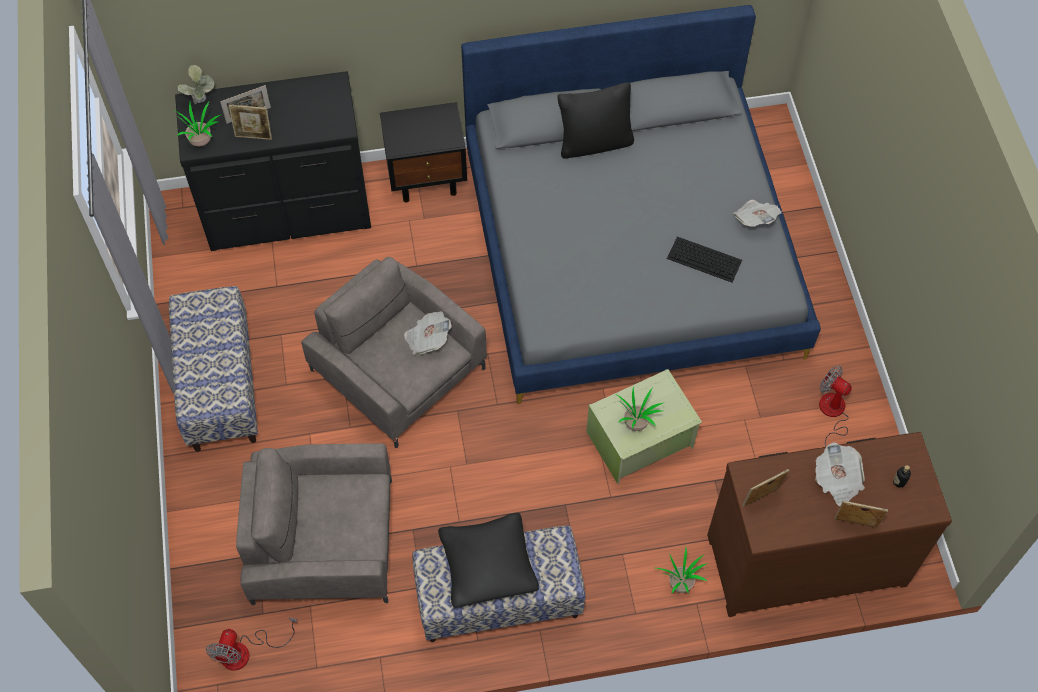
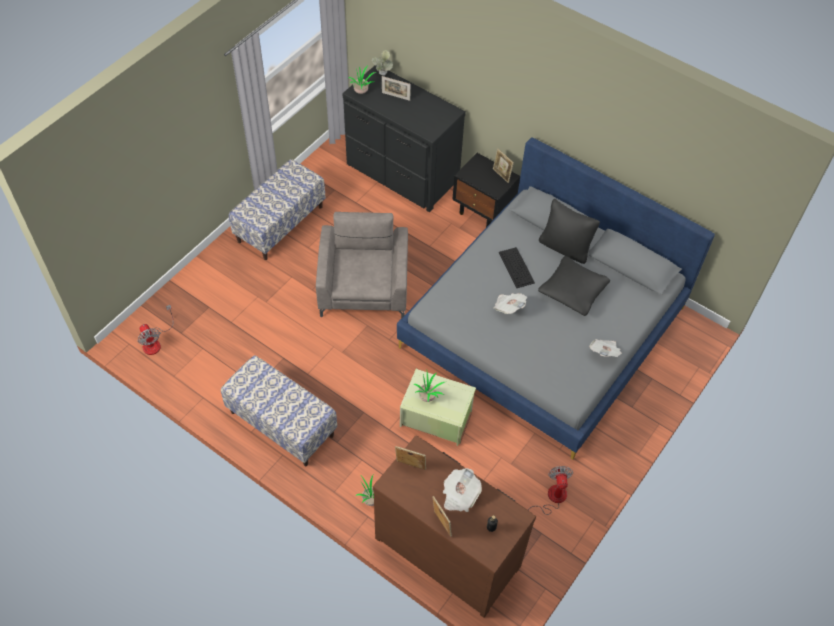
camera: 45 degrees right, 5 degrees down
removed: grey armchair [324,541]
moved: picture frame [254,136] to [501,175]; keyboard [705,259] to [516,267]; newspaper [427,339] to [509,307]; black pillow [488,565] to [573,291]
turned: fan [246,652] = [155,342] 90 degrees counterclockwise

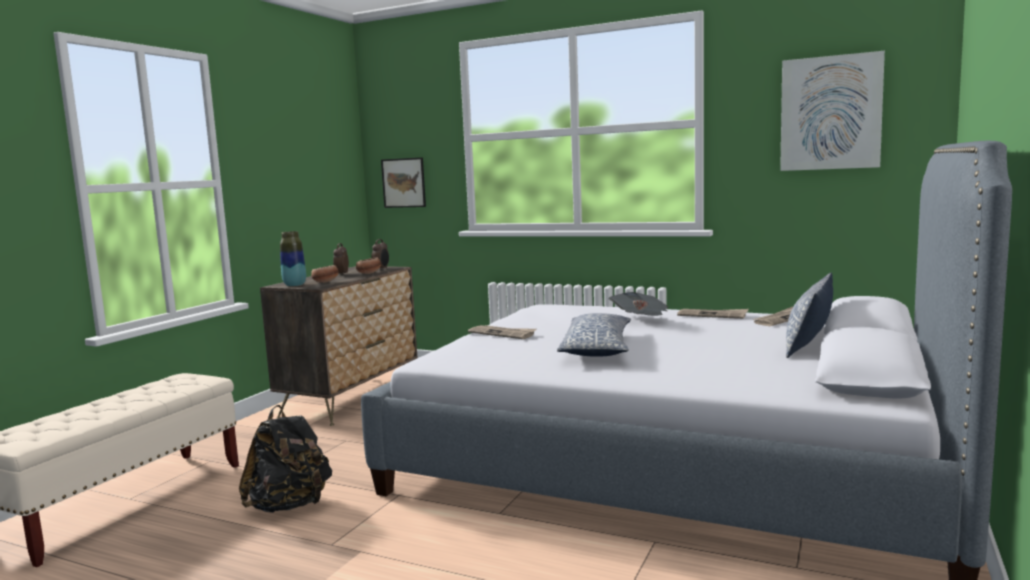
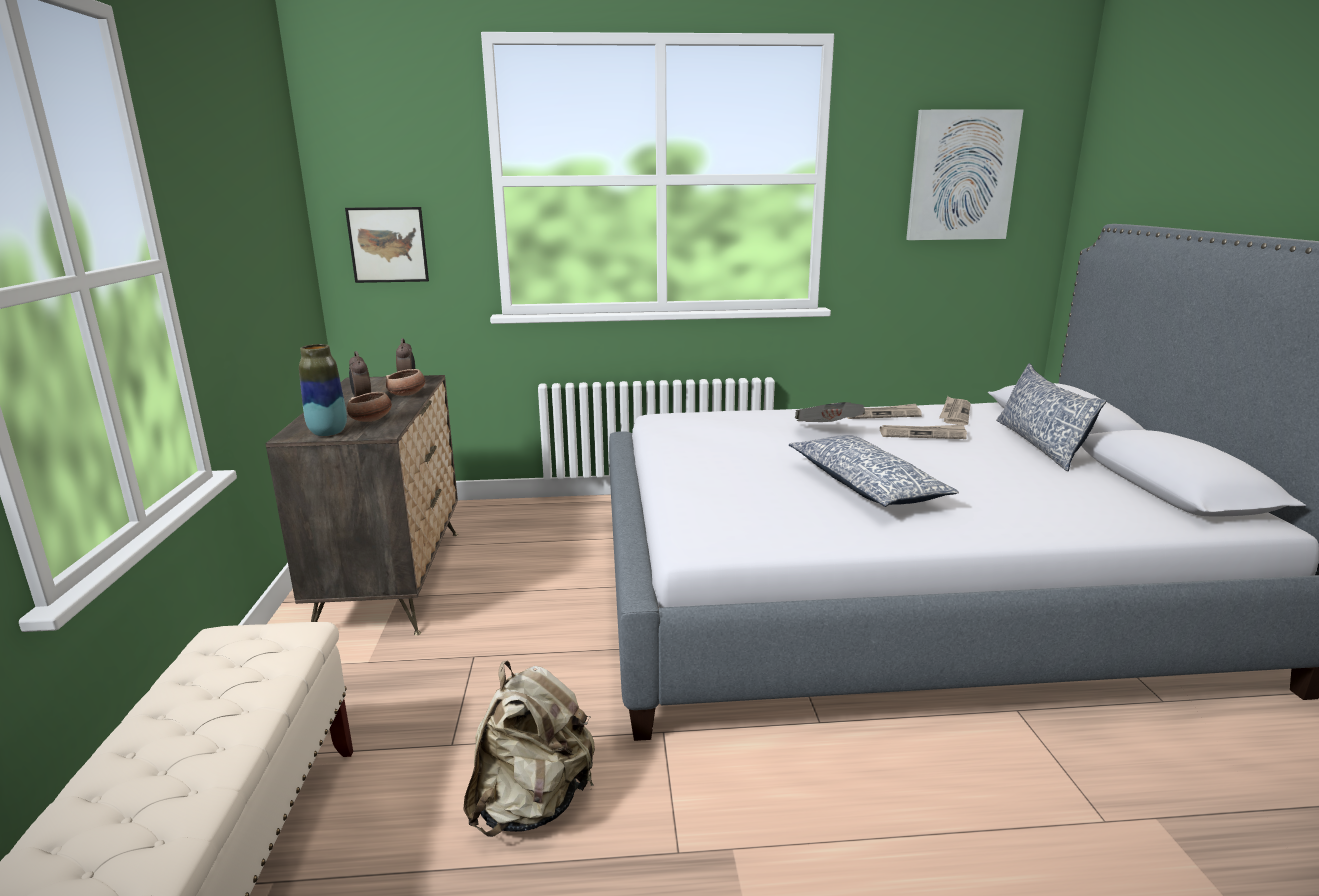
camera: 30 degrees left, 10 degrees up
moved: newspaper [502,334] to [923,434]
recoloured: black backpack [290,506] to beige backpack [532,803]

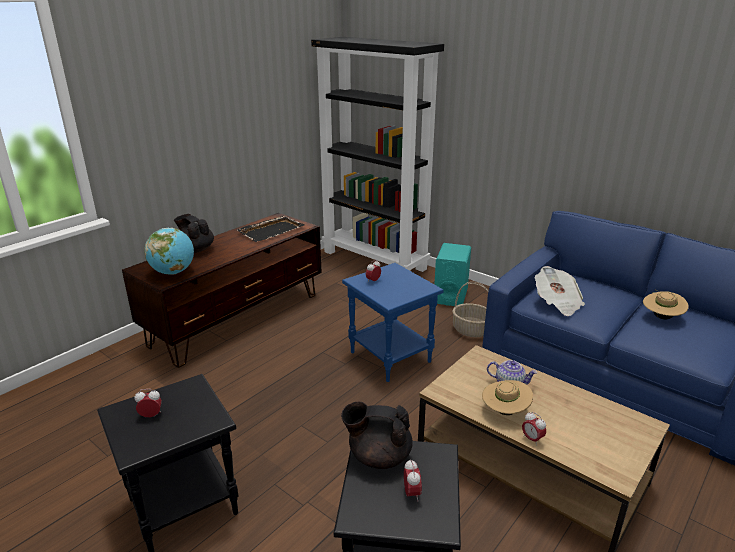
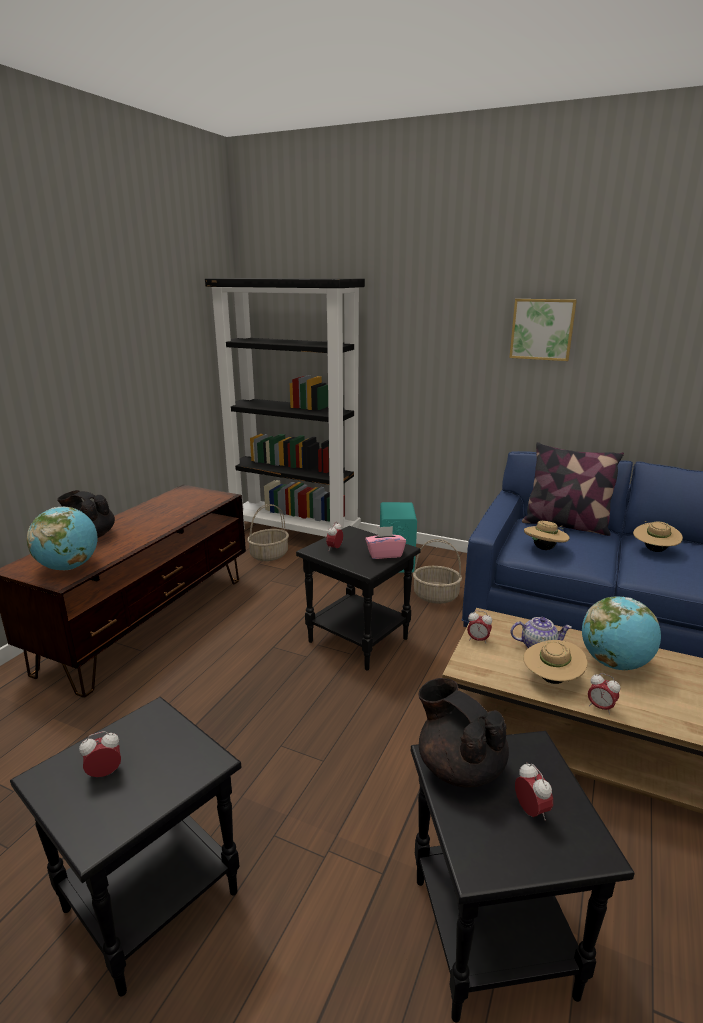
camera: 15 degrees left, 5 degrees down
removed: black tray [271,230]
added: picture [542,329]; pillow [565,525]; basket [269,555]; pink tissue box [384,554]; globe [614,663]; alarm clock [478,640]
replaced: newspaper [557,303] to beige hat [544,549]
recoloured: blue side table [392,357] to black side table [360,640]
turned: black teapot [378,456] = [459,766] 60 degrees clockwise

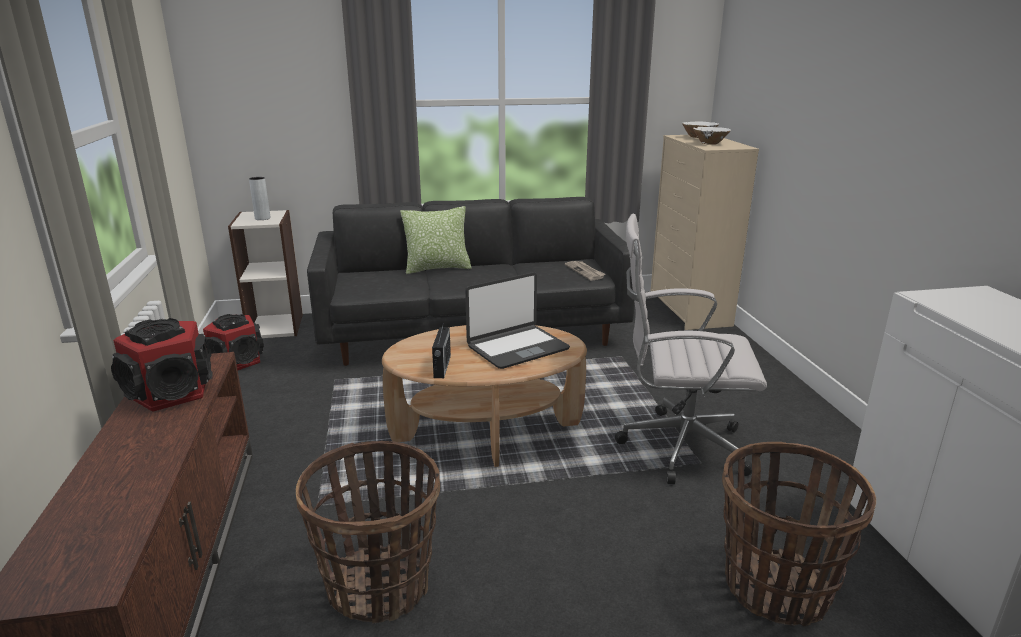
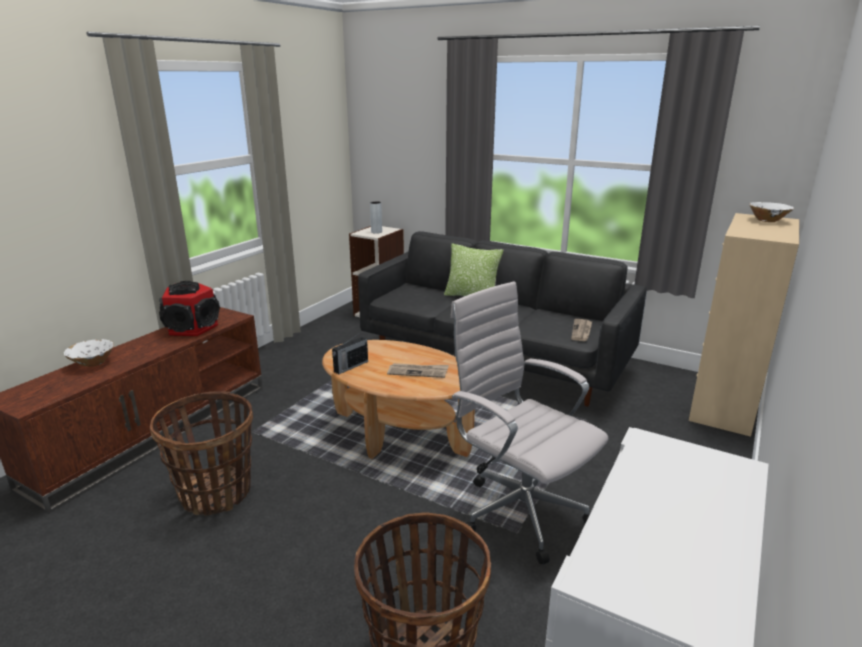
camera: 40 degrees right, 0 degrees up
removed: speaker [237,361]
moved: white bowl [710,143] to [93,363]
replaced: laptop [517,348] to newspaper [418,372]

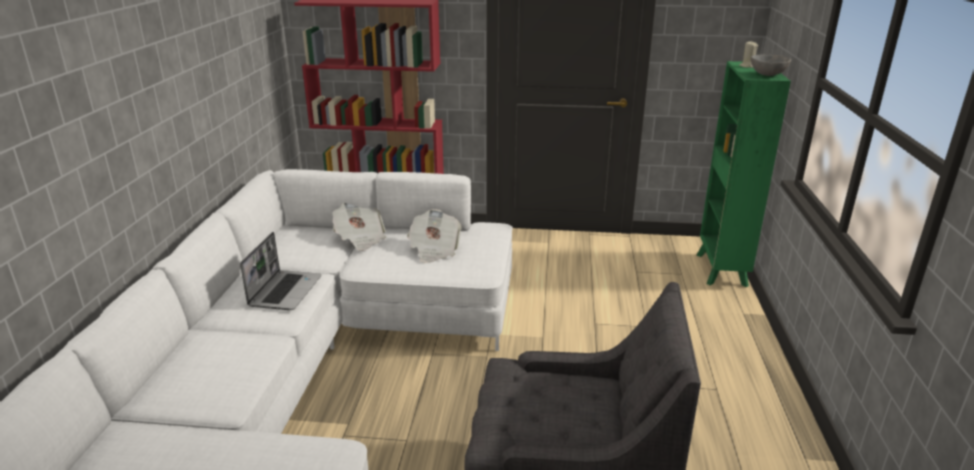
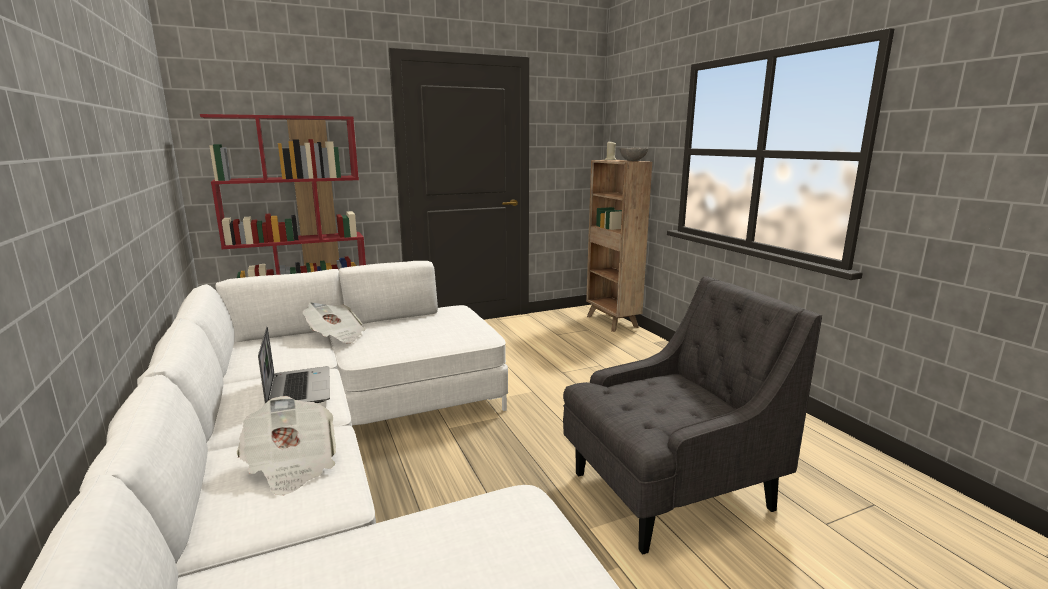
camera: 30 degrees left, 10 degrees down
moved: newspaper [434,250] to [291,465]
recoloured: green bookcase [721,270] to brown bookcase [612,322]

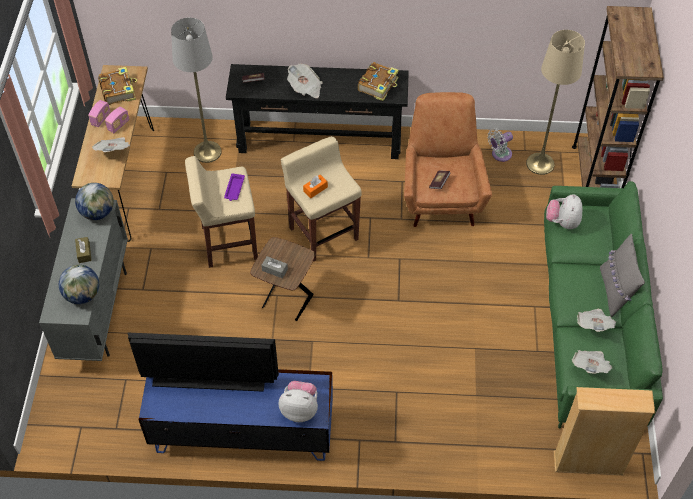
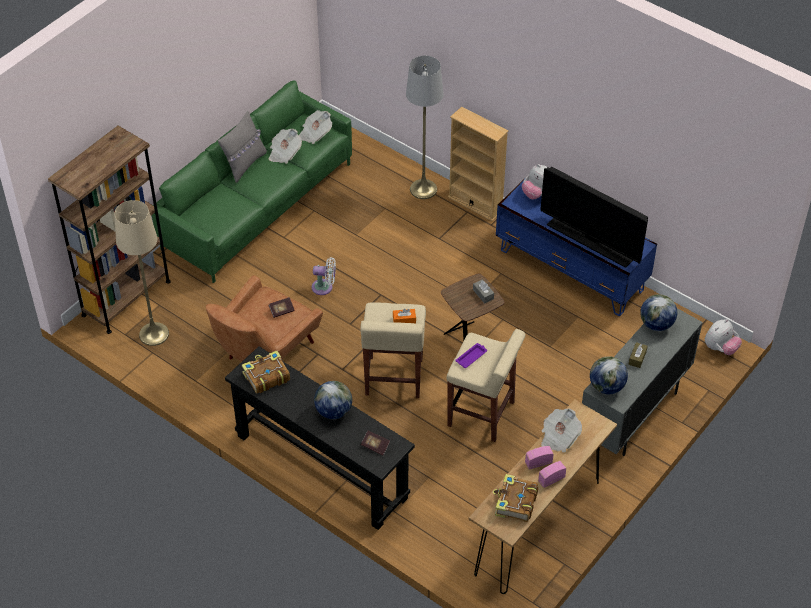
camera: 145 degrees left, 5 degrees down
moved: grey floor lamp [207,152] to [423,189]; white fan [499,155] to [324,287]; plush toy [562,222] to [720,348]; beige bookcase [588,463] to [475,204]
replaced: newspaper [305,88] to globe [333,411]

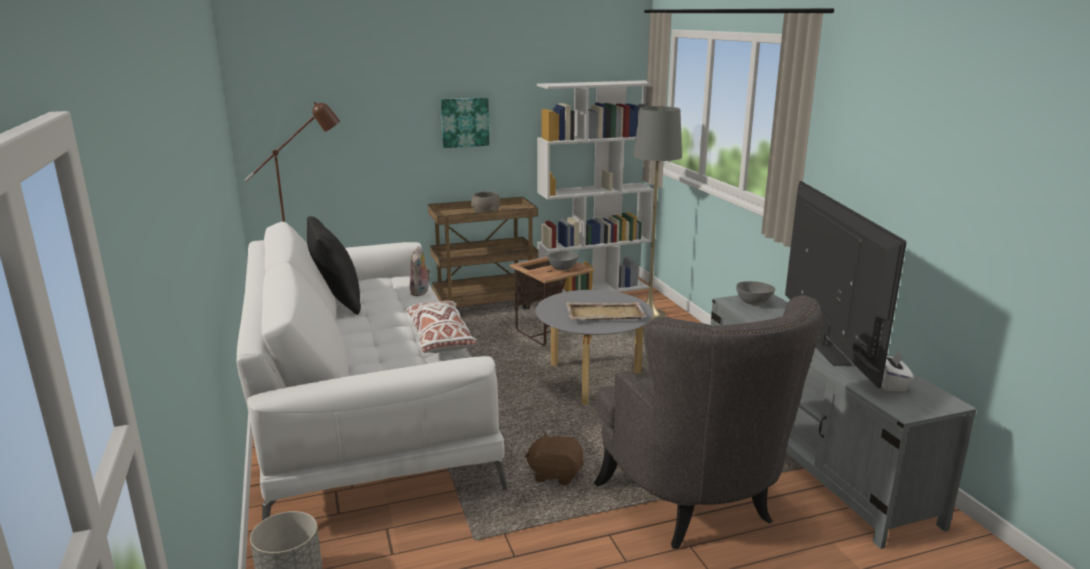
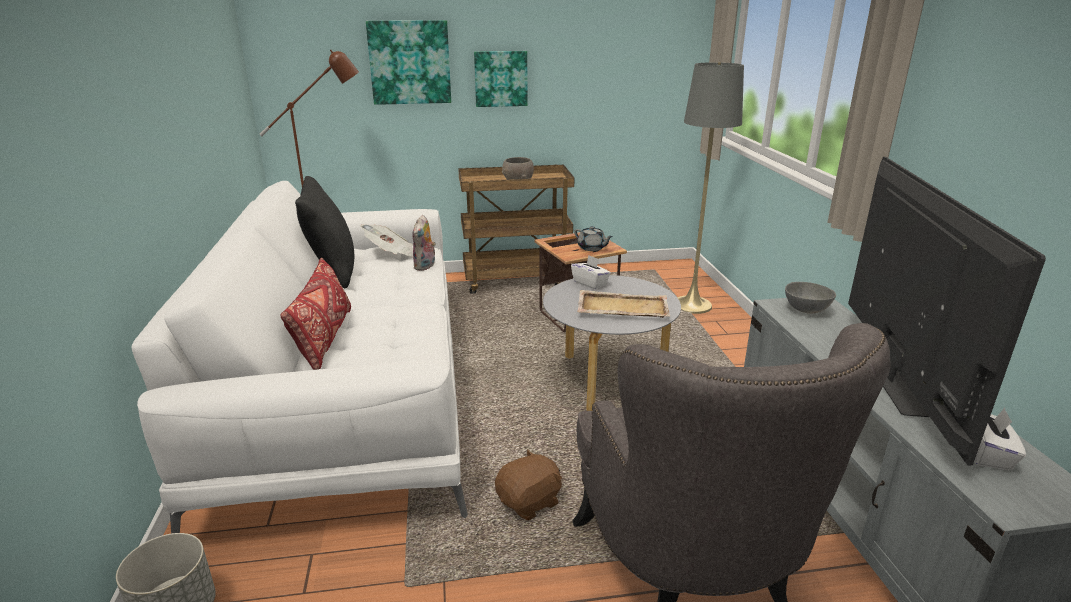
camera: 10 degrees right, 5 degrees up
removed: white bookcase [593,289]; white pillow [440,338]
added: picture [410,62]; newspaper [391,254]; white tissue box [590,283]; red pillow [324,339]
replaced: grey bowl [563,268] to grey teapot [592,248]
turned: brown plush toy [555,474] = [530,502] 120 degrees clockwise

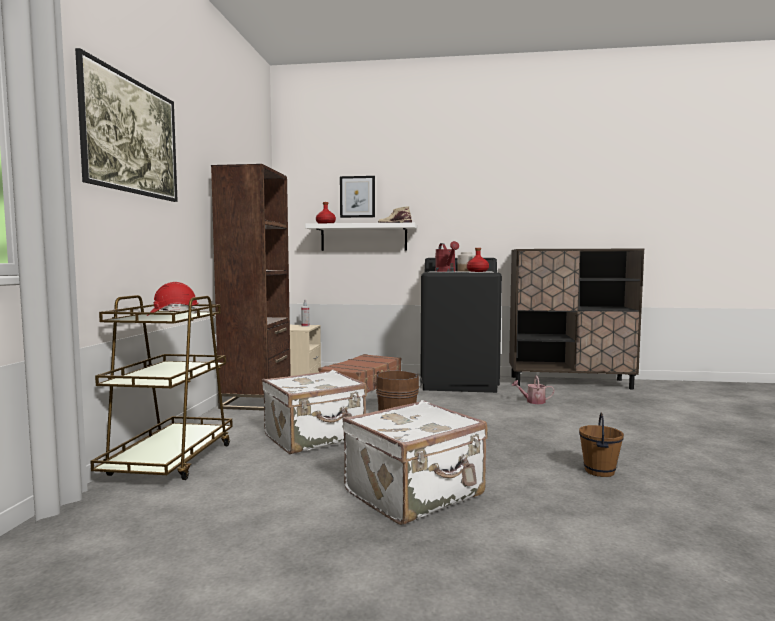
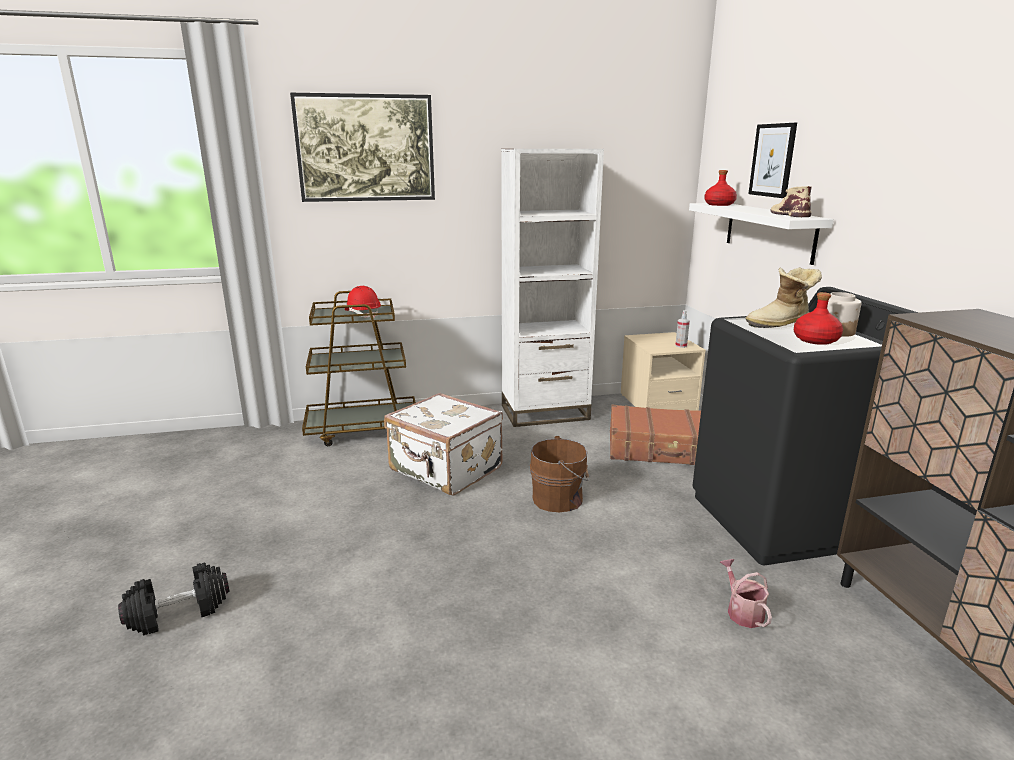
camera: 70 degrees right, 15 degrees up
removed: white suitcase [416,494]; brown bucket [598,471]
added: black dumbbell [179,612]
replaced: red watering can [446,271] to boot [781,324]
recoloured: brown bookcase [257,400] to white bookcase [545,412]

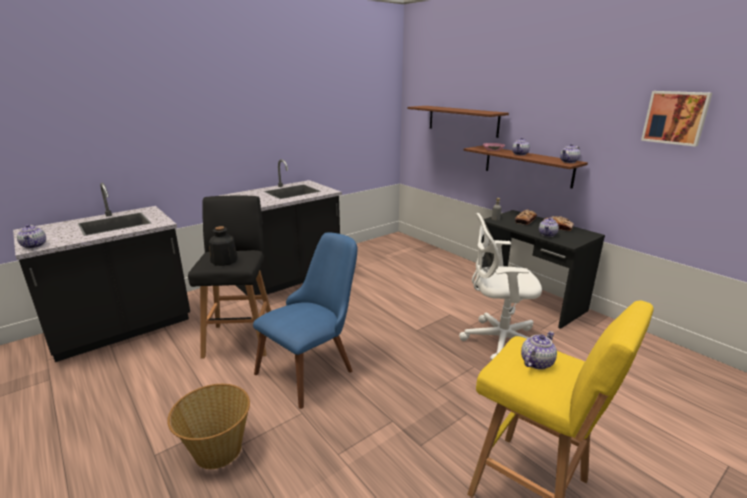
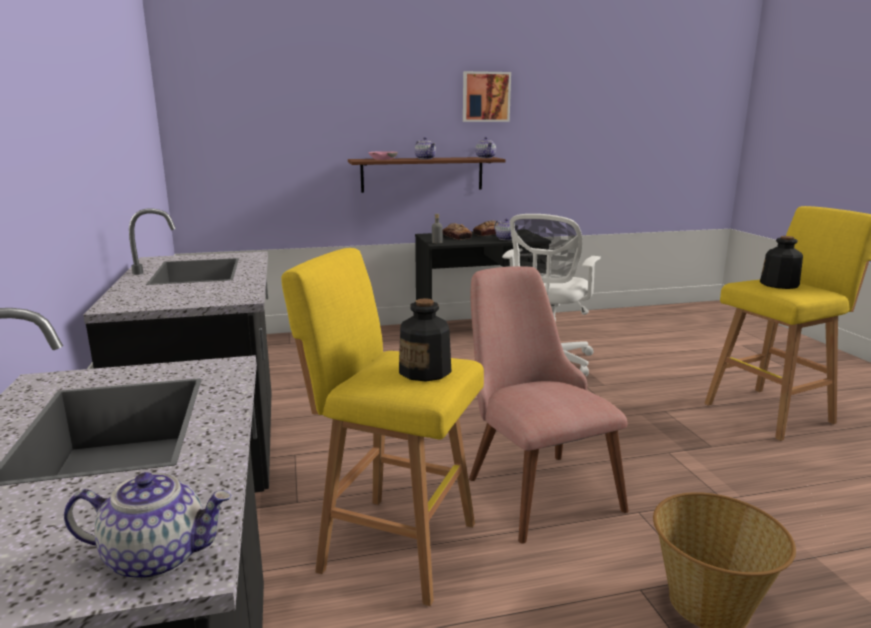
camera: 65 degrees left, 5 degrees down
removed: brown shelf [462,120]
moved: picture [675,117] to [485,97]
replaced: teapot [536,362] to bottle [779,284]
recoloured: black stool [240,338] to yellow stool [393,545]; blue chair [313,366] to pink chair [532,484]

